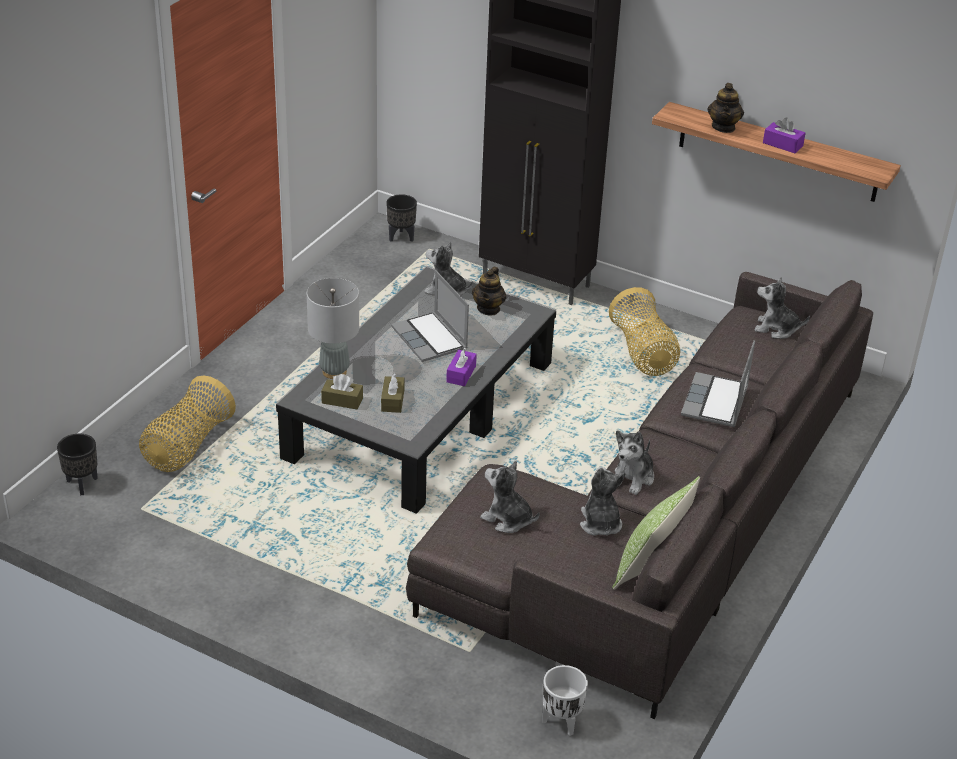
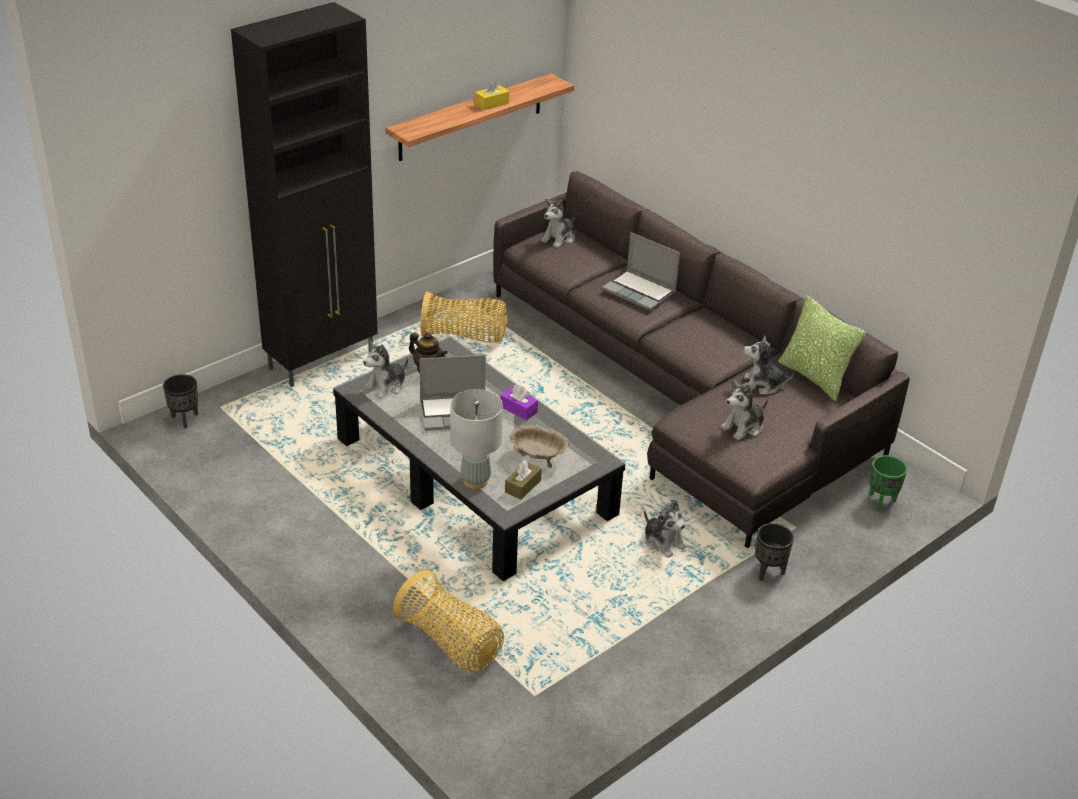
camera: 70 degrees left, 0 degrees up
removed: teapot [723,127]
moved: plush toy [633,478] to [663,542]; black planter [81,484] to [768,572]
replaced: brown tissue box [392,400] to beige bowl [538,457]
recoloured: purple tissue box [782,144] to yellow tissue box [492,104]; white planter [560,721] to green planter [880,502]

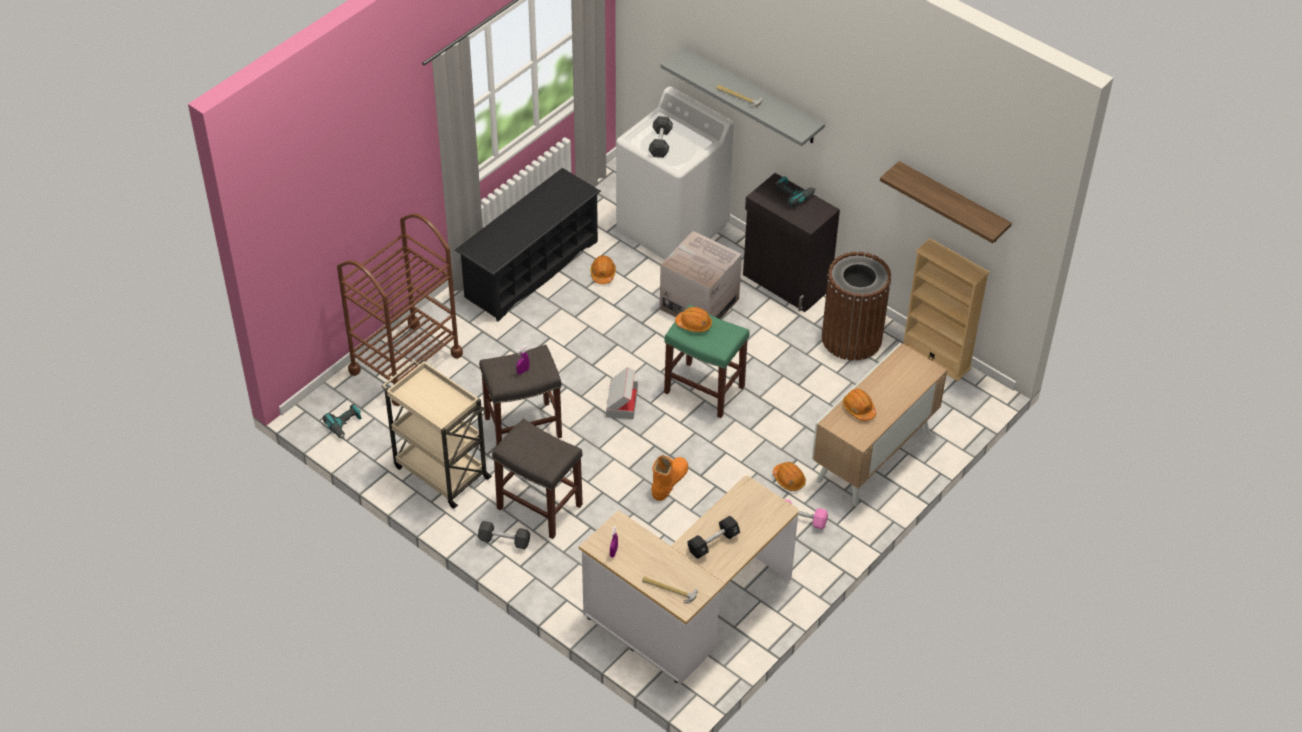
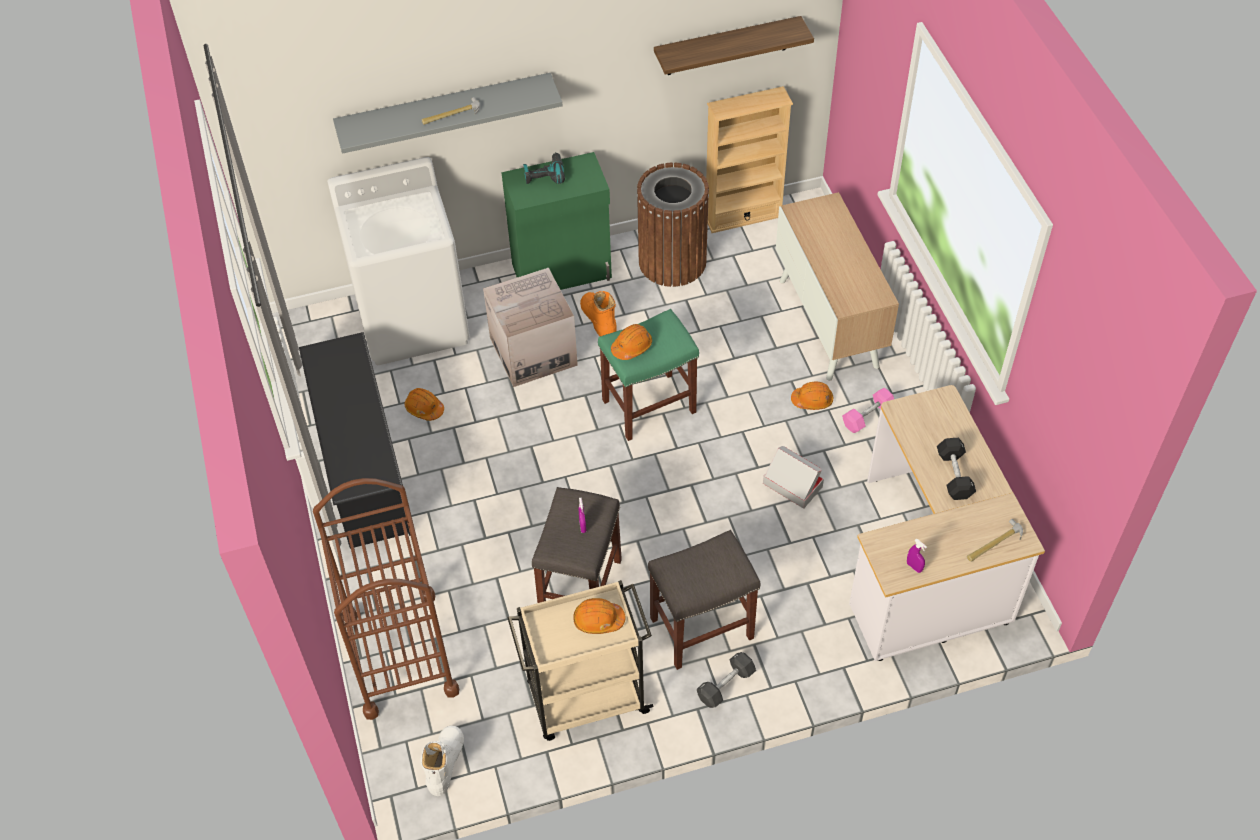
camera: 55 degrees left, 5 degrees up
removed: black dumbbell [660,143]
moved: cardboard box [622,402] to [792,485]; orange hard hat [858,409] to [598,620]; orange boot [669,481] to [598,319]
replaced: power drill [345,425] to white boot [445,762]
recoloured: black cabinet [786,283] to green cabinet [563,271]

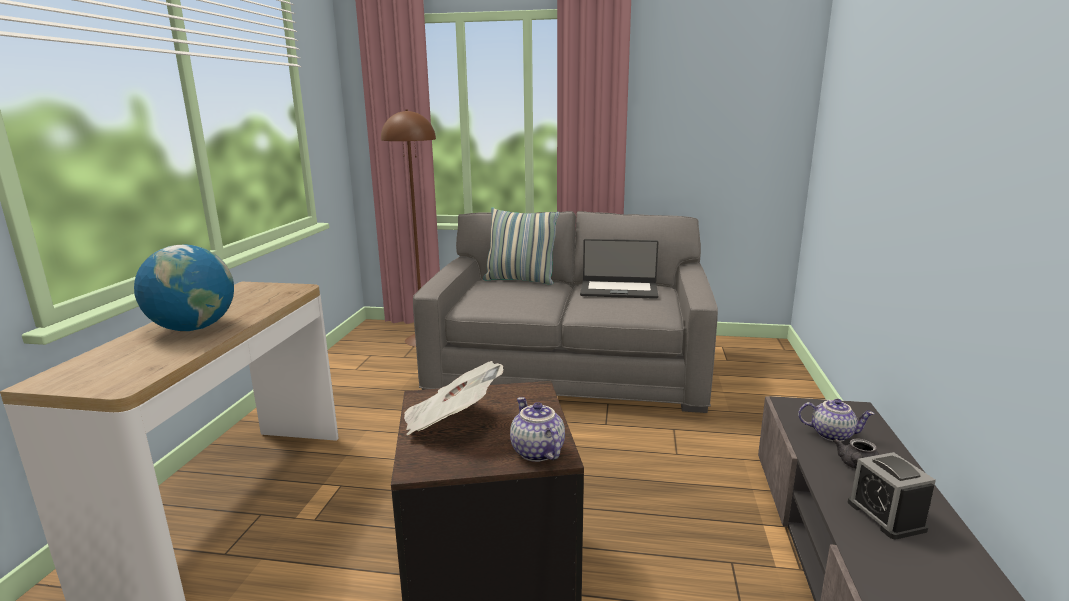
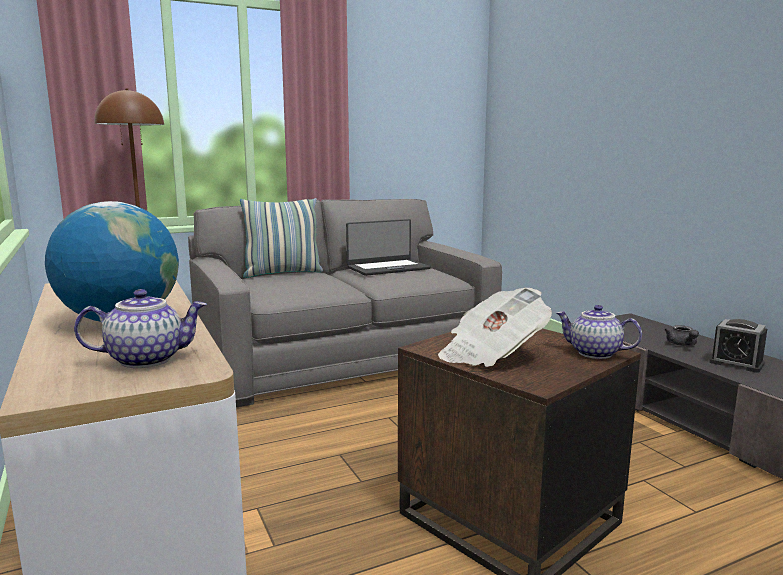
camera: 35 degrees left, 5 degrees down
moved: teapot [832,434] to [147,359]

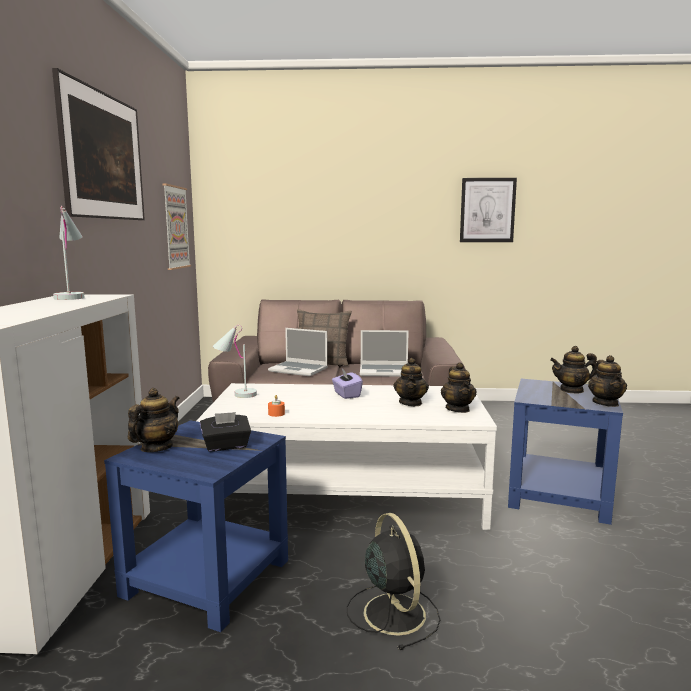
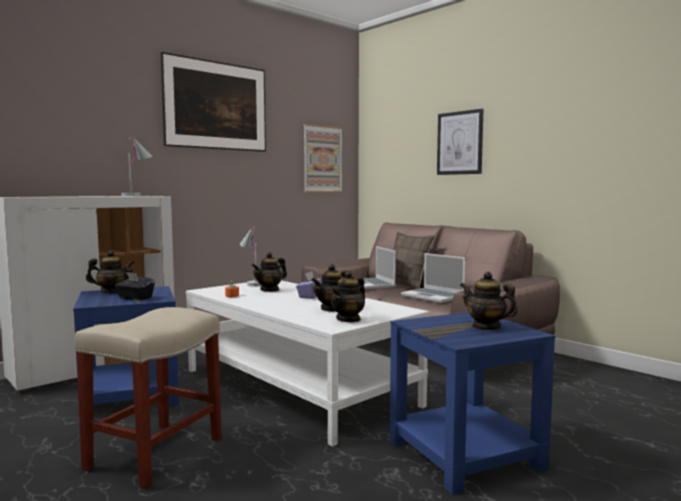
camera: 45 degrees right, 5 degrees down
moved: picture [487,210] to [460,143]; teapot [606,403] to [270,290]
replaced: black fan [393,612] to beige stool [156,452]

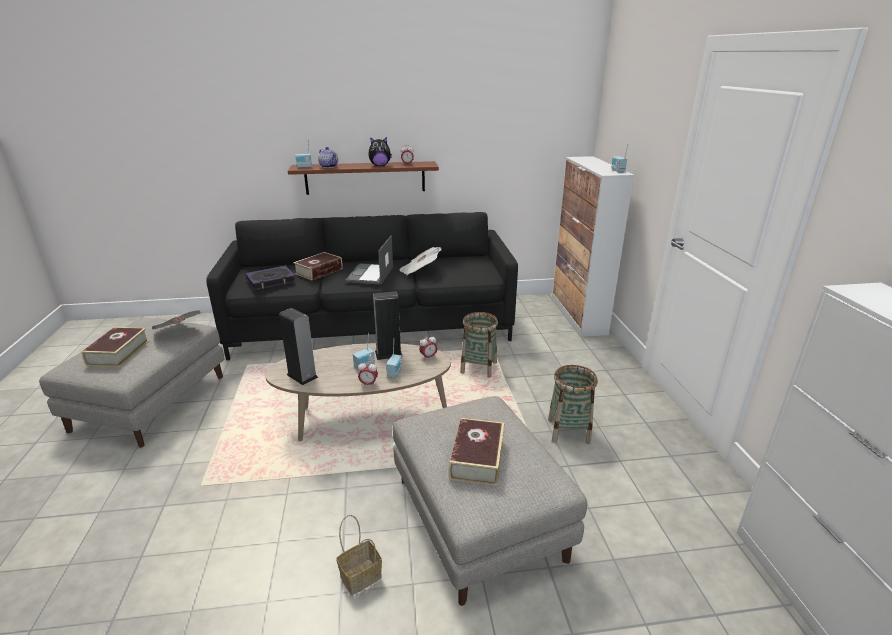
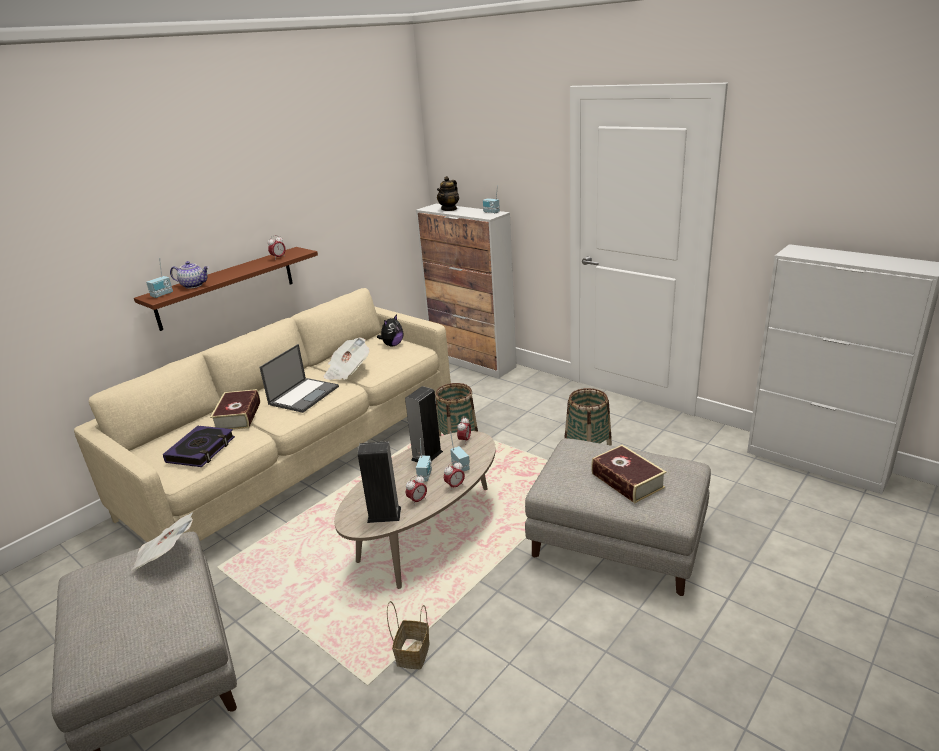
camera: 40 degrees left, 0 degrees up
removed: book [118,353]
added: teapot [449,209]; alarm clock [417,501]
moved: plush toy [380,165] to [392,345]; basket [361,575] to [413,653]
recoloured: black sofa [372,326] to beige sofa [300,459]
turned: laptop [370,274] = [304,395] 120 degrees counterclockwise

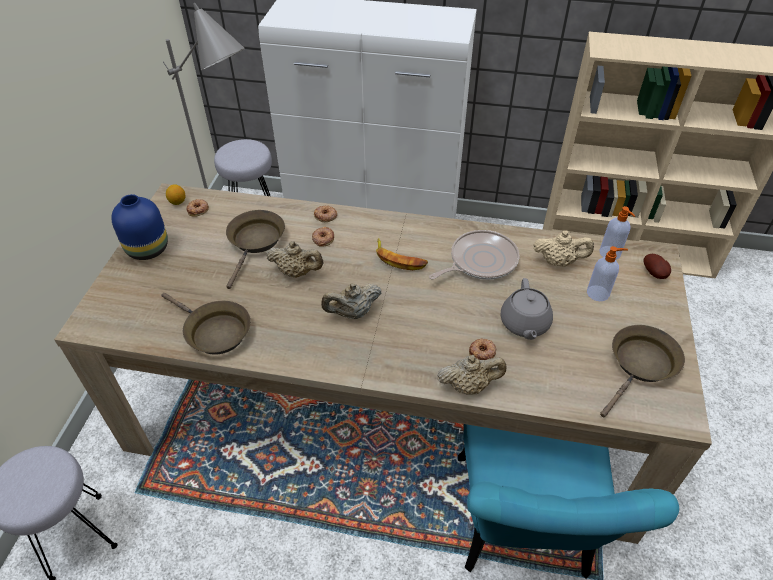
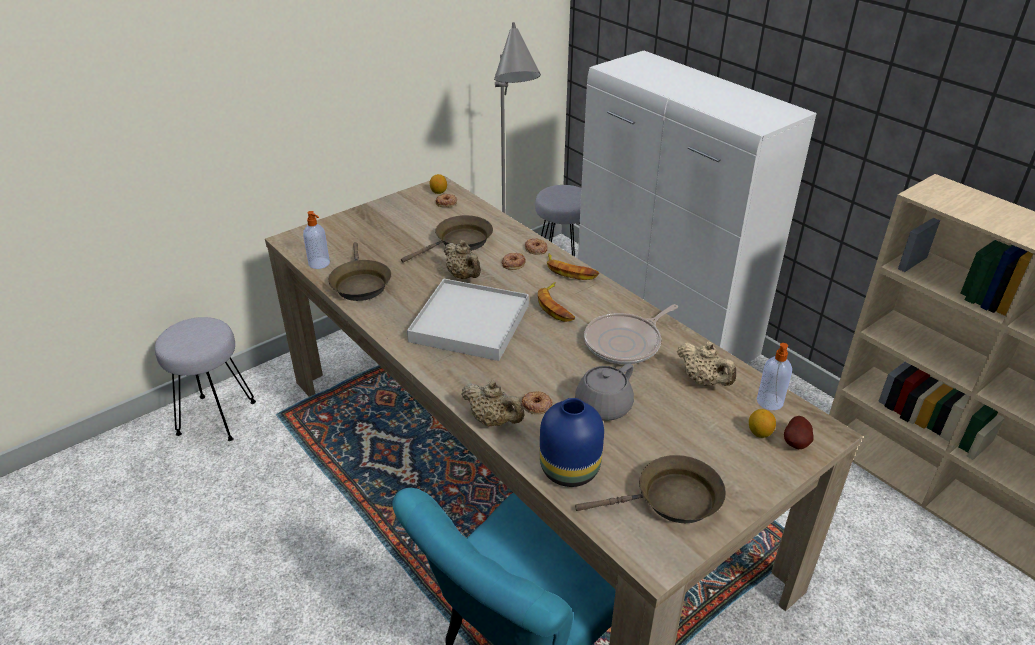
camera: 40 degrees right, 10 degrees down
added: banana [570,271]; lemon [759,433]
moved: blue vase [147,248] to [570,468]; soap dispenser [598,293] to [319,263]
replaced: beige teapot [352,313] to white tray [469,323]
turned: frying pan [480,261] = [626,343] 135 degrees clockwise

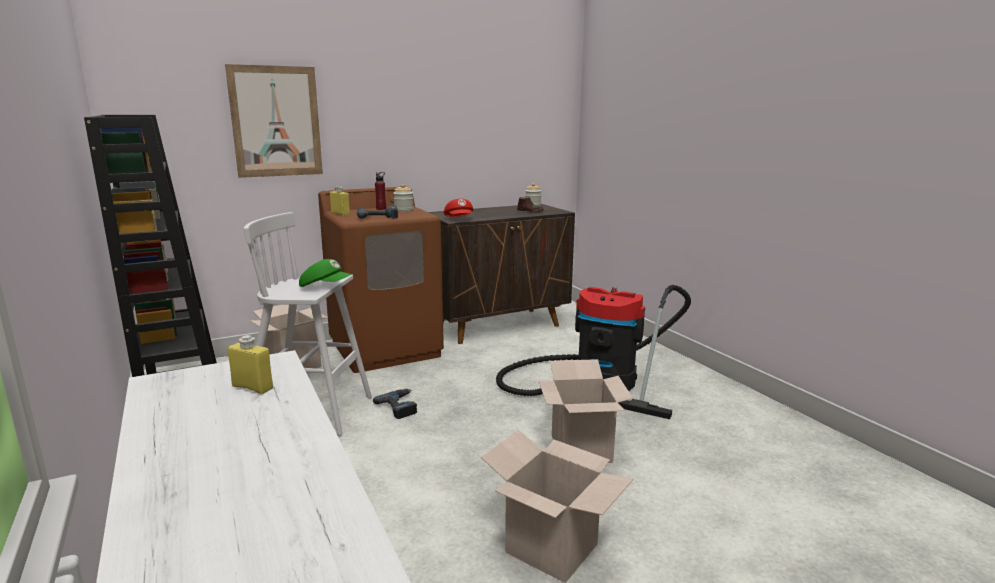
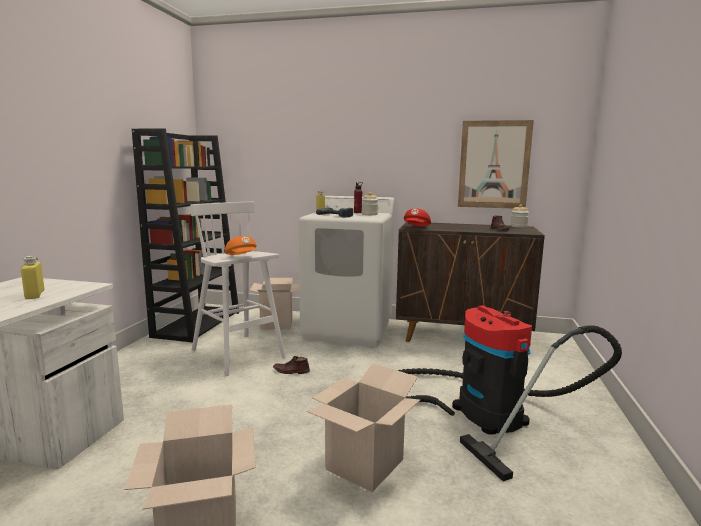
camera: 40 degrees right, 5 degrees down
moved: picture [276,122] to [494,164]
replaced: power drill [400,406] to brown shoe [291,371]
recoloured: brown washing machine [386,348] to white washing machine [348,329]; green cap [325,286] to orange cap [242,257]

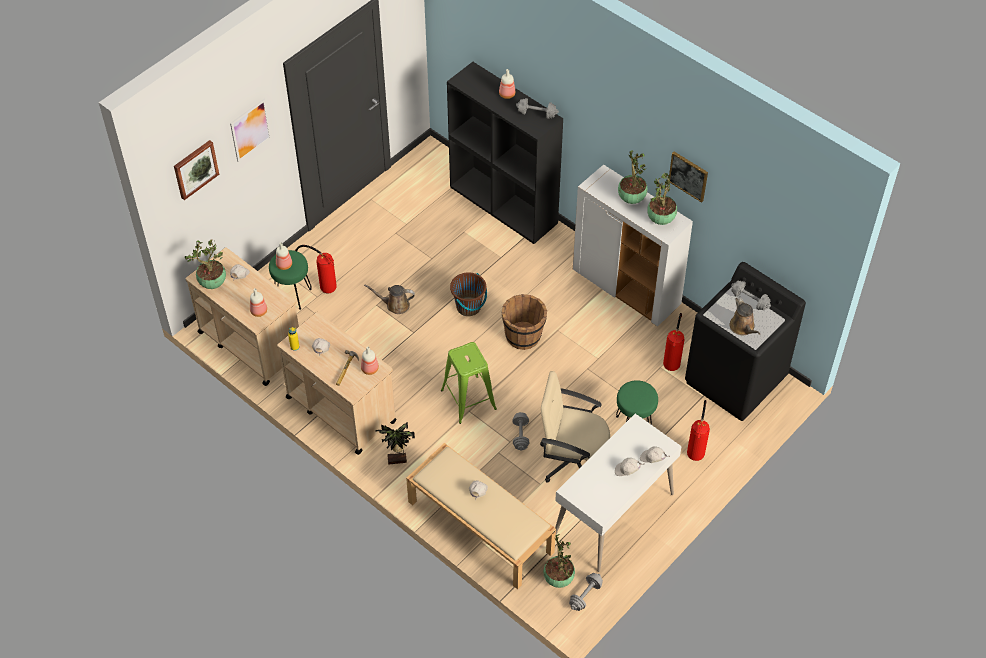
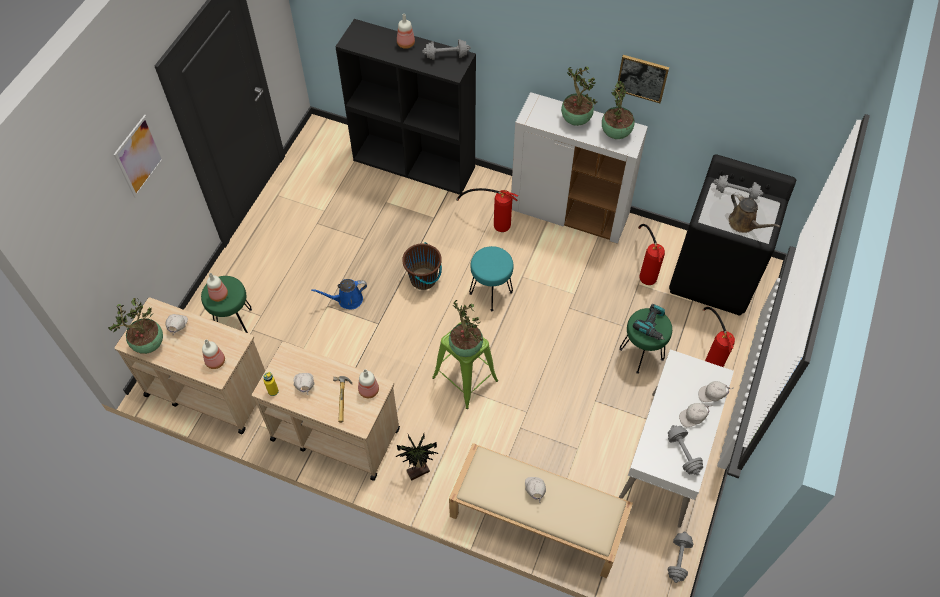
camera: 20 degrees left, 5 degrees up
removed: picture [195,169]; beige office chair [572,459]
added: power drill [652,325]
moved: fire extinguisher [322,282] to [493,222]; grey dumbbell [520,435] to [683,453]; potted plant [558,578] to [465,347]
replaced: brown bucket [523,335] to turquoise stool [491,293]
recoloured: brown watering can [395,305] to blue watering can [347,300]

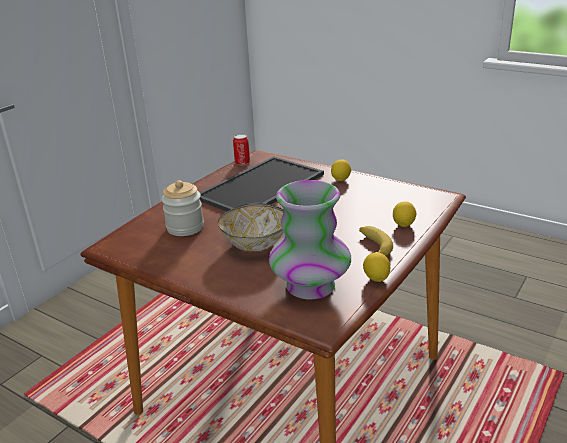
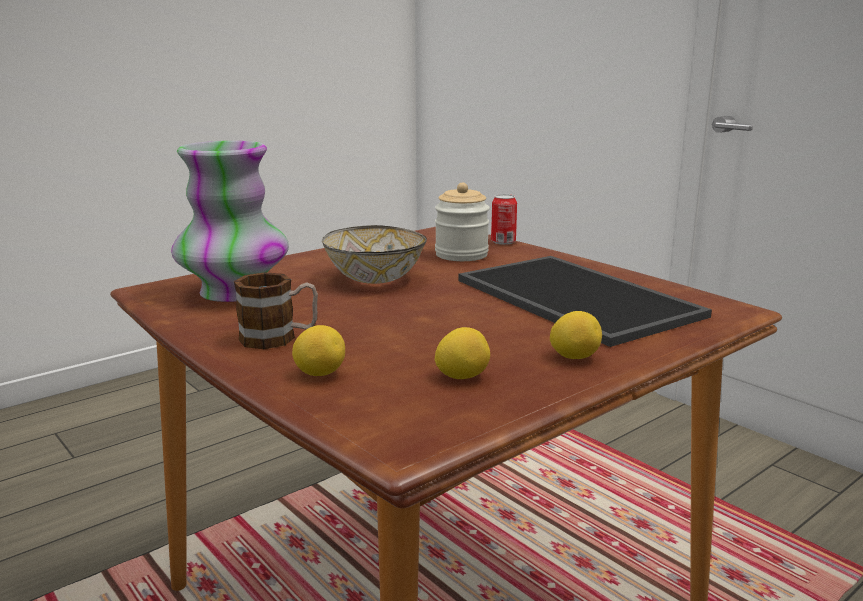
camera: 105 degrees right, 10 degrees down
moved: can [242,163] to [503,242]; lemon [376,278] to [462,376]
replaced: banana [373,246] to mug [279,338]

